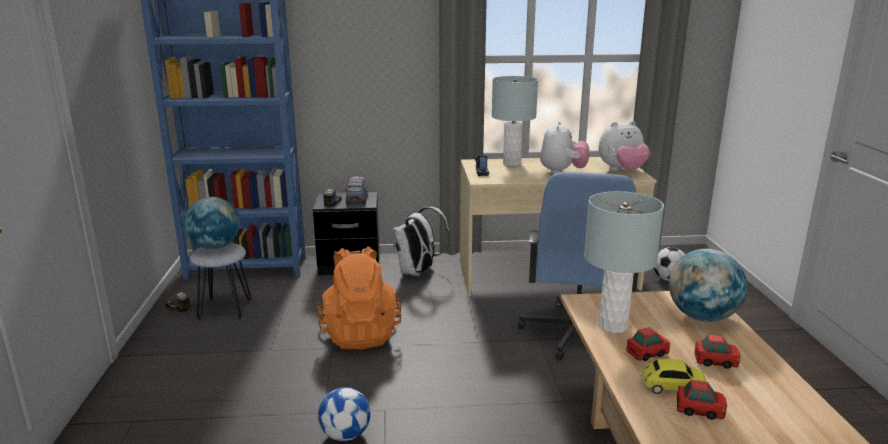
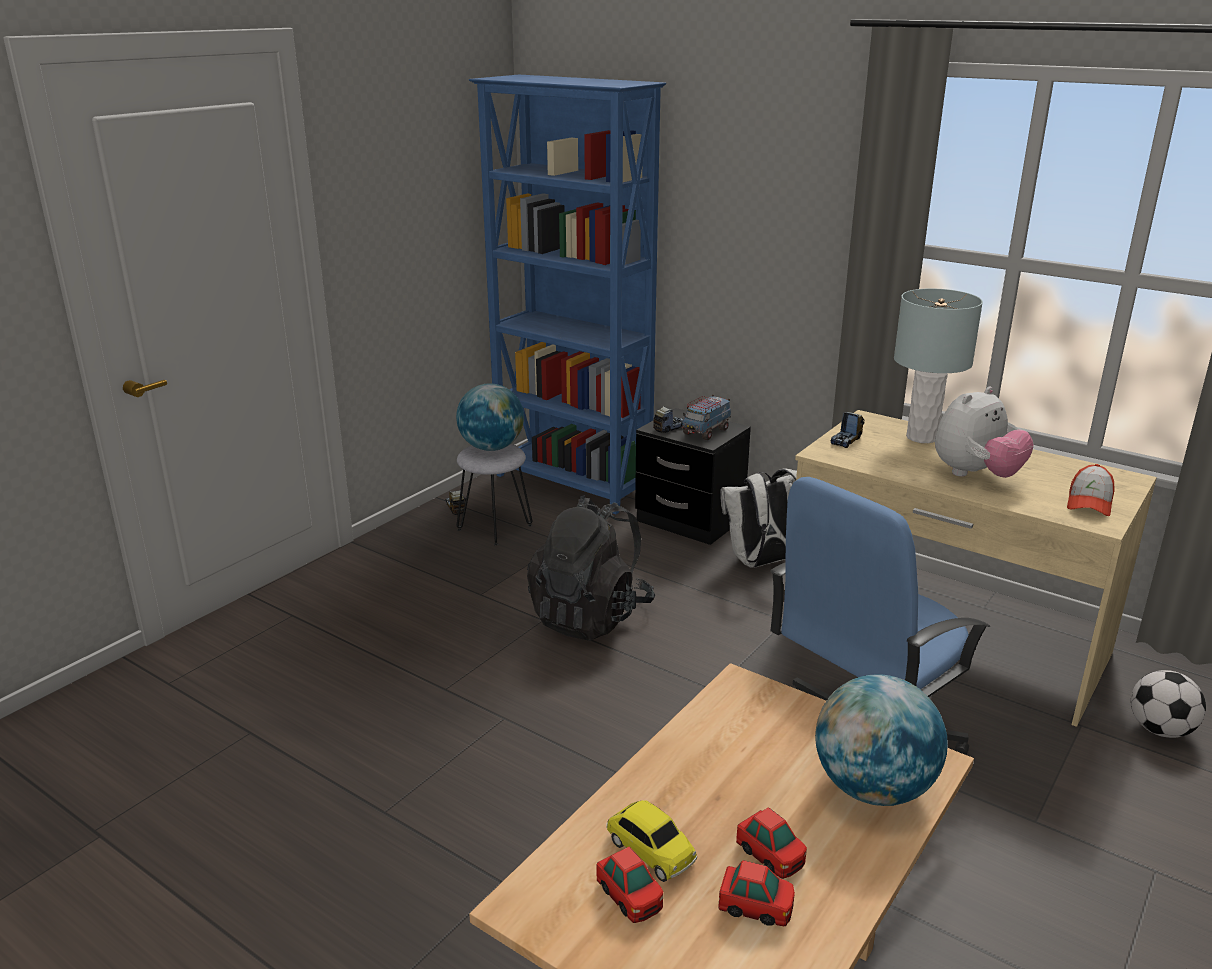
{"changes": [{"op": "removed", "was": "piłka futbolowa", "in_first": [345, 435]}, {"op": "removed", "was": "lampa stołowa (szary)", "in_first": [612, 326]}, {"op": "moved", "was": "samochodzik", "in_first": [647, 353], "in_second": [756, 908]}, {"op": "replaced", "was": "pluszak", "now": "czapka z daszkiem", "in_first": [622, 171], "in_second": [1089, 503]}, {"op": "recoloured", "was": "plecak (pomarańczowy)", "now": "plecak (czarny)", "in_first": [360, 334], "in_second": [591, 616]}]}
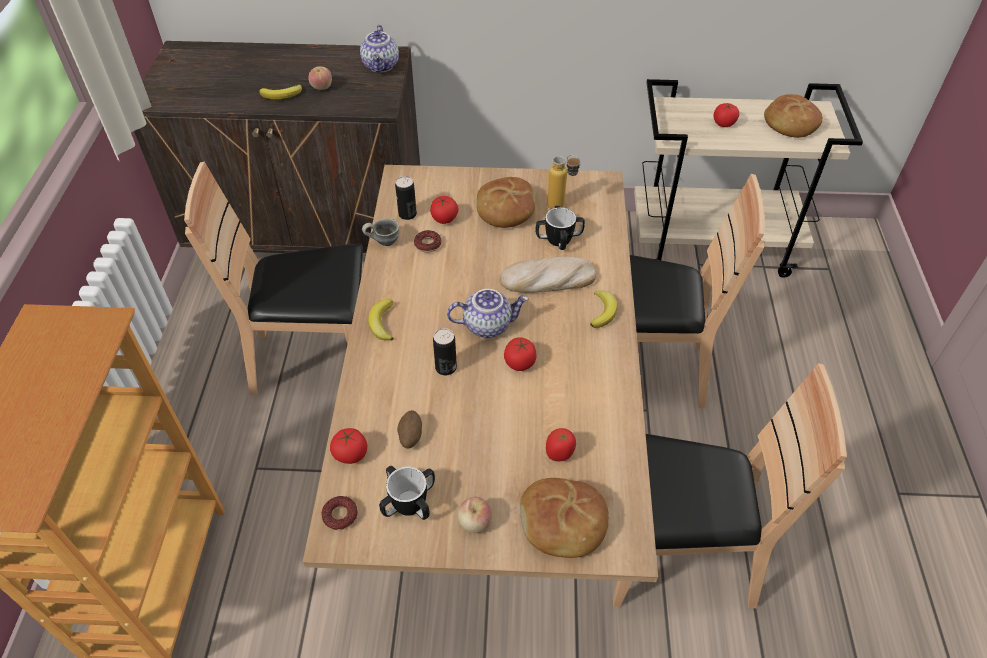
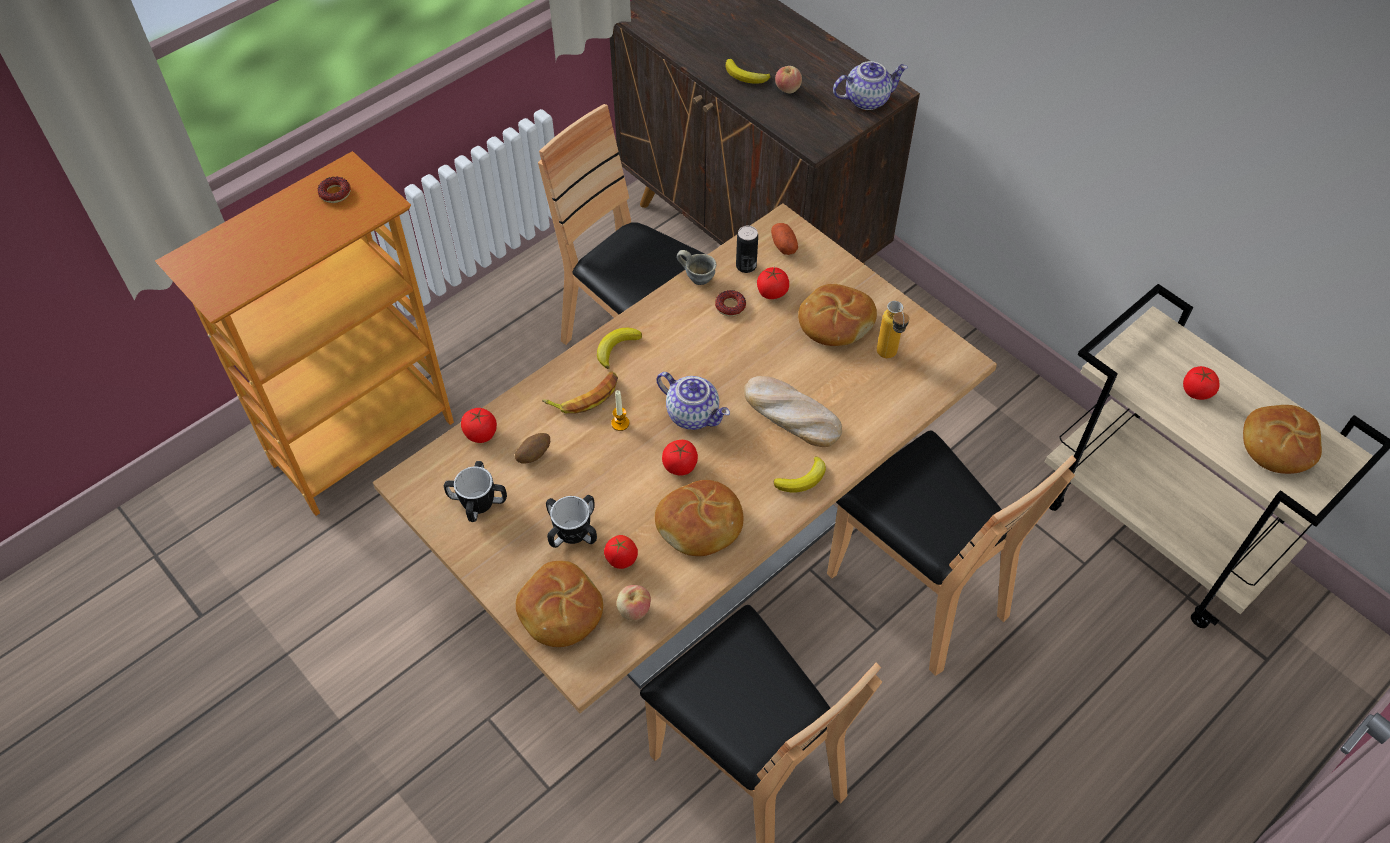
{"changes": [{"op": "added", "now": "banan", "in_second": [585, 396]}, {"op": "added", "now": "chleb", "in_second": [700, 525]}, {"op": "added", "now": "ziemniak", "in_second": [783, 245]}, {"op": "moved", "was": "donut", "in_first": [340, 515], "in_second": [335, 193]}, {"op": "moved", "was": "jabłko", "in_first": [475, 522], "in_second": [634, 610]}, {"op": "moved", "was": "kubek", "in_first": [559, 239], "in_second": [573, 532]}, {"op": "replaced", "was": "puszka", "now": "świeca", "in_first": [446, 367], "in_second": [620, 423]}, {"op": "turned", "was": "imbryk", "in_first": [382, 66], "in_second": [867, 99], "clockwise": -150}]}
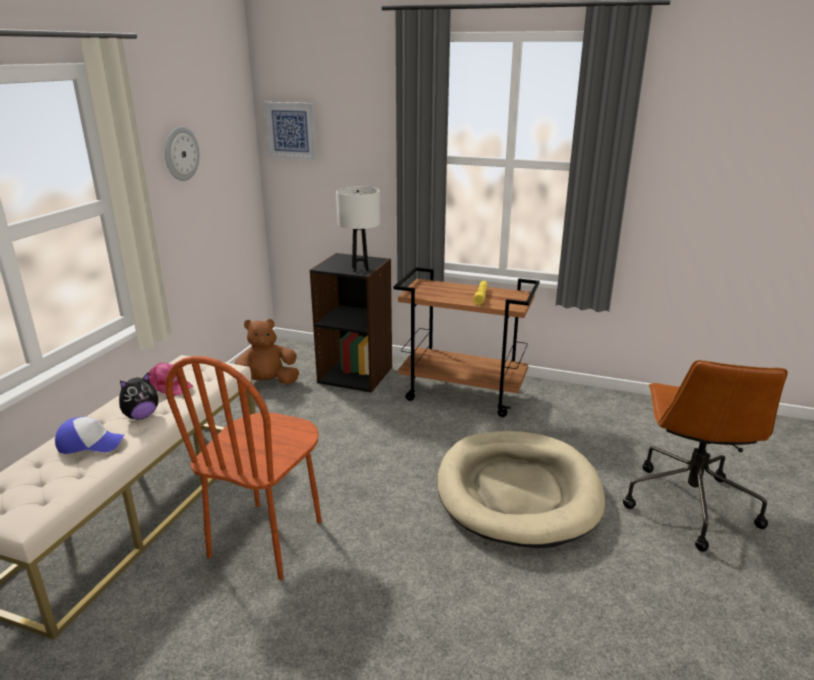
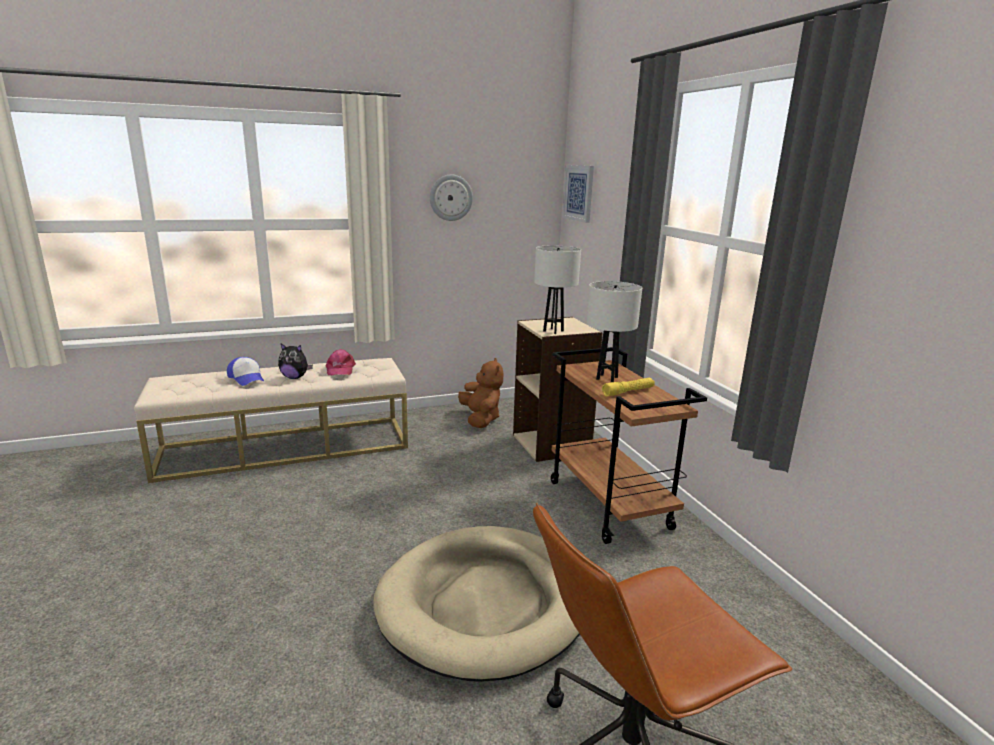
{"changes": [{"op": "removed", "was": "krzesło (brązowy)", "in_first": [267, 539]}, {"op": "added", "now": "lampa stołowa (biały)", "in_second": [606, 378]}, {"op": "recoloured", "was": "regał (czarny)", "now": "regał (beżowy)", "in_first": [356, 374], "in_second": [552, 444]}, {"op": "turned", "was": "pluszak (brązowy)", "in_first": [266, 383], "in_second": [480, 419], "clockwise": 45}]}
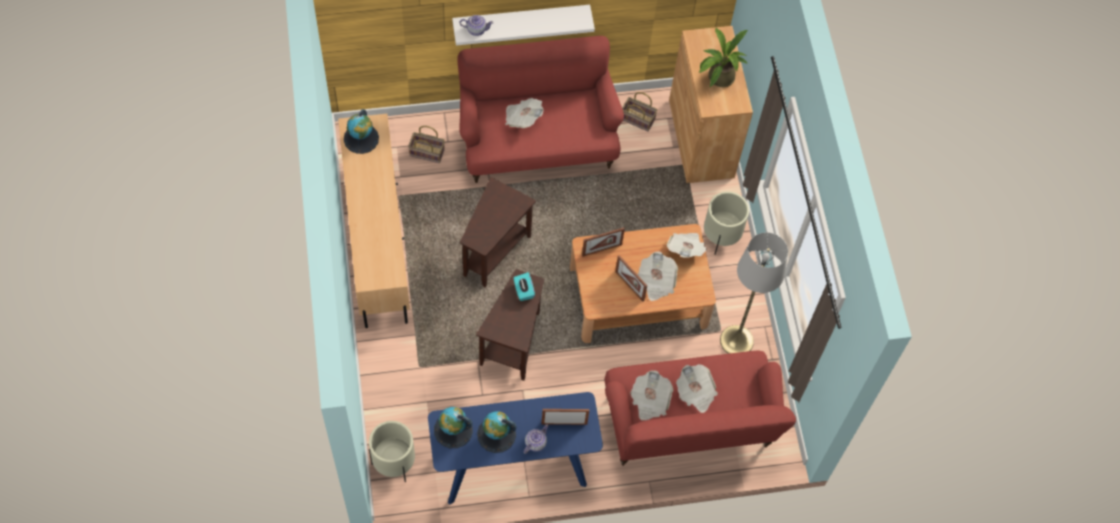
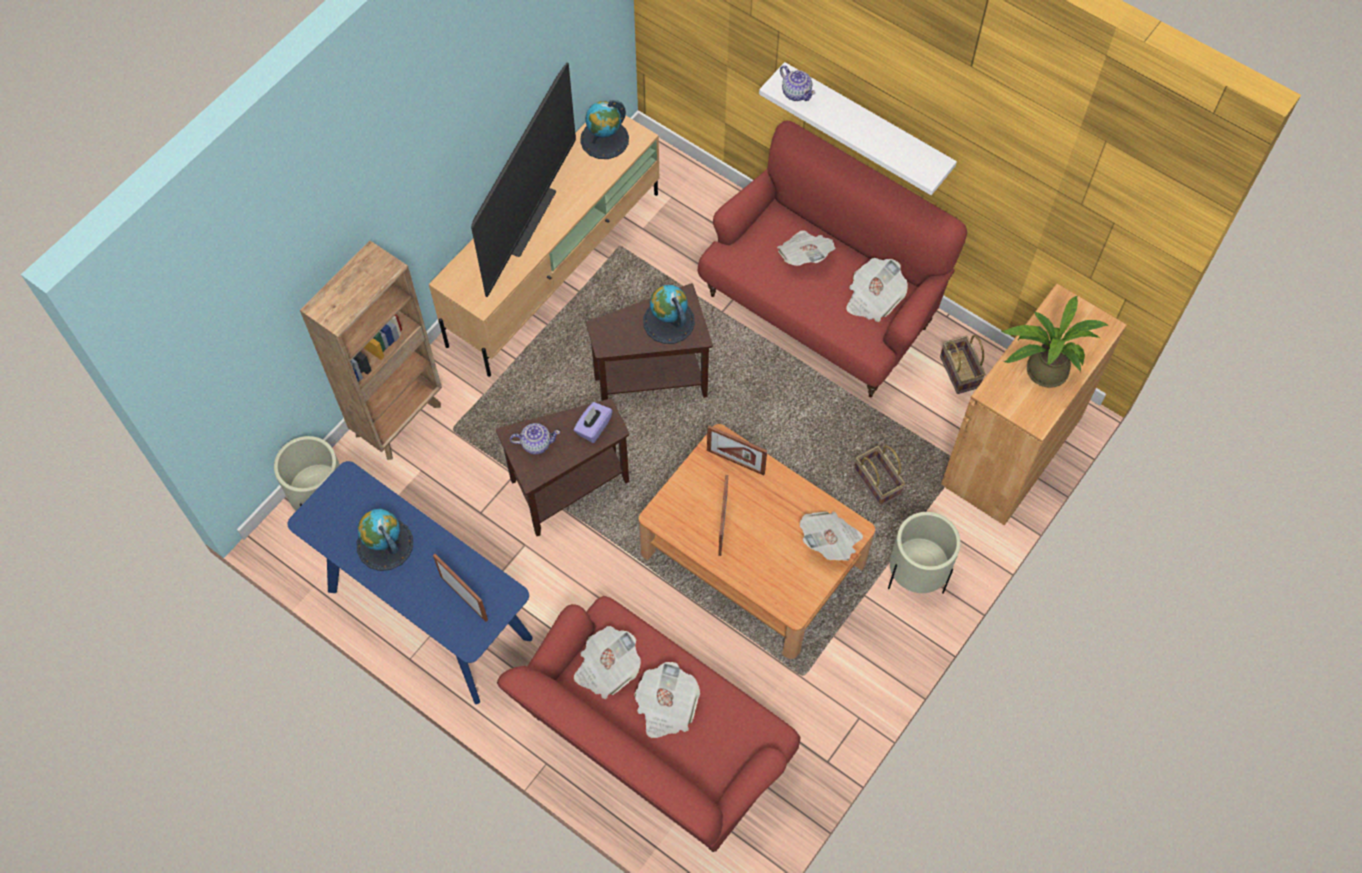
{"changes": [{"op": "removed", "was": "lampa stojąca (szary)", "in_first": [736, 340]}, {"op": "added", "now": "regał (brązowy)", "in_second": [400, 418]}, {"op": "added", "now": "telewizor", "in_second": [530, 221]}, {"op": "moved", "was": "koszyk", "in_first": [428, 152], "in_second": [878, 483]}, {"op": "moved", "was": "globus", "in_first": [453, 430], "in_second": [668, 321]}, {"op": "moved", "was": "imbryk", "in_first": [535, 443], "in_second": [535, 443]}, {"op": "moved", "was": "gazeta", "in_first": [656, 282], "in_second": [873, 298]}, {"op": "recoloured", "was": "pudełko chusteczek (turkusowy)", "now": "pudełko chusteczek (fioletowy)", "in_first": [523, 291], "in_second": [593, 427]}]}
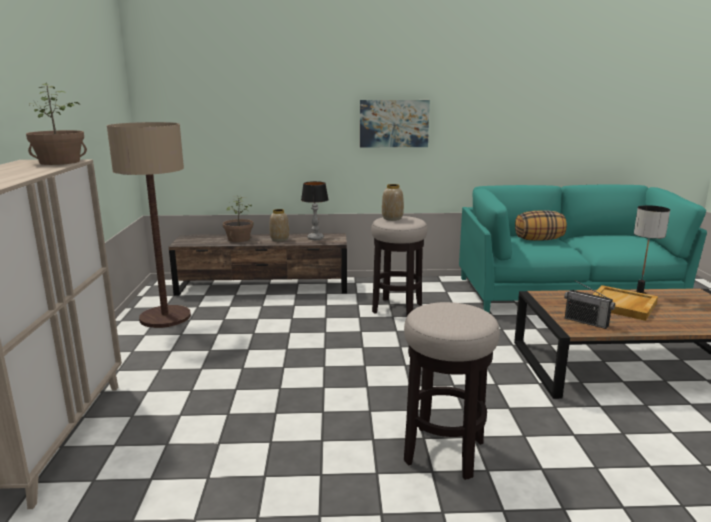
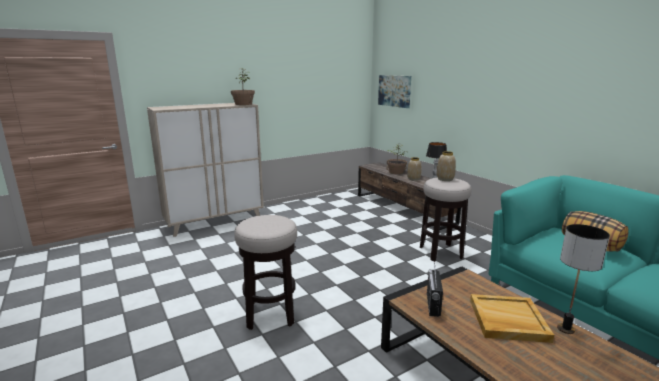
{"changes": [{"op": "removed", "was": "lampa stojąca", "in_first": [165, 317]}, {"op": "moved", "was": "obraz", "in_first": [394, 123], "in_second": [394, 91]}]}
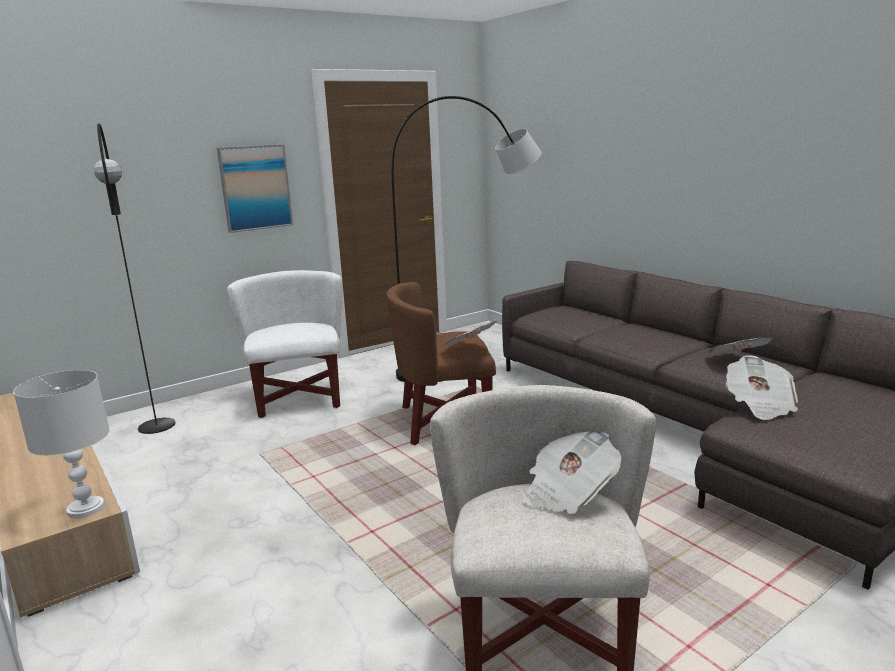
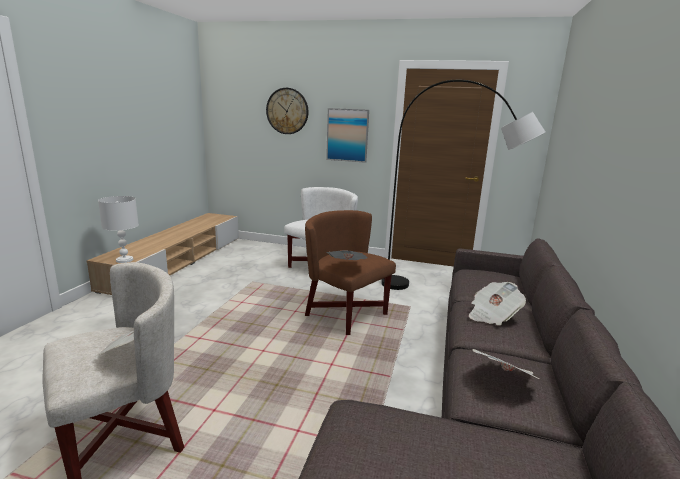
{"changes": [{"op": "removed", "was": "lampa stojąca (czarny)", "in_first": [157, 426]}, {"op": "added", "now": "zegar ścienny", "in_second": [287, 111]}, {"op": "moved", "was": "gazeta", "in_first": [759, 405], "in_second": [492, 315]}]}
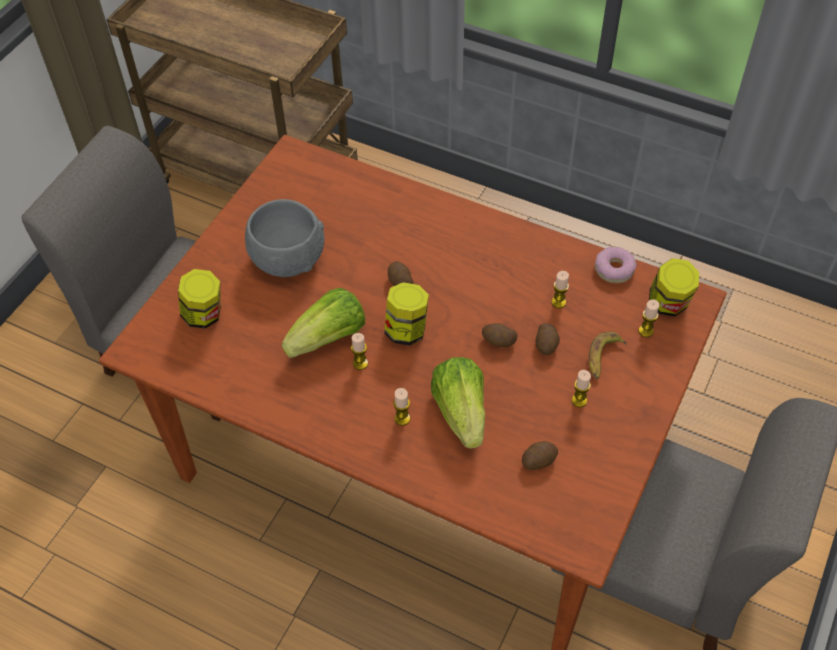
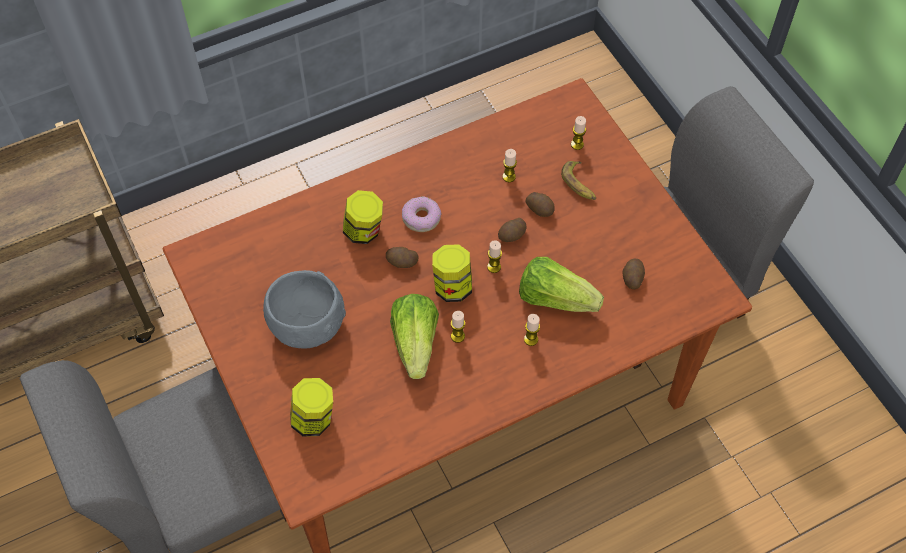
{"changes": [{"op": "moved", "was": "świeca", "in_first": [579, 400], "in_second": [494, 267]}, {"op": "moved", "was": "donut", "in_first": [614, 269], "in_second": [421, 218]}, {"op": "moved", "was": "słoik", "in_first": [668, 304], "in_second": [364, 231]}]}
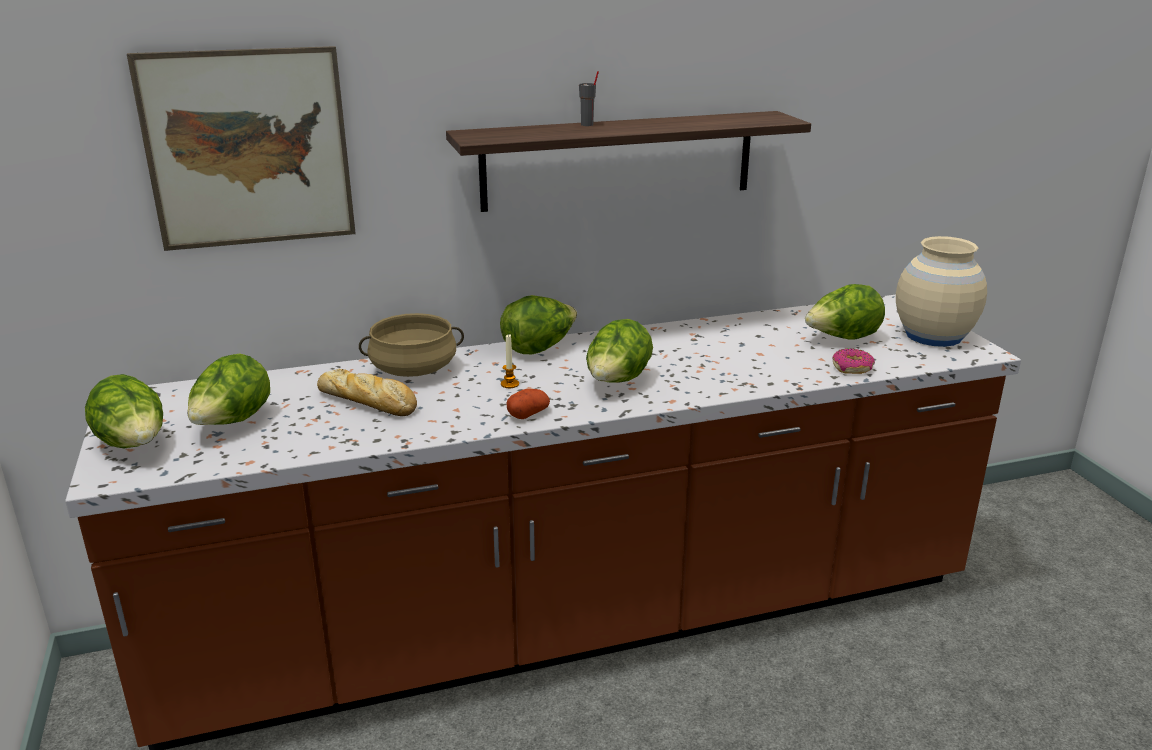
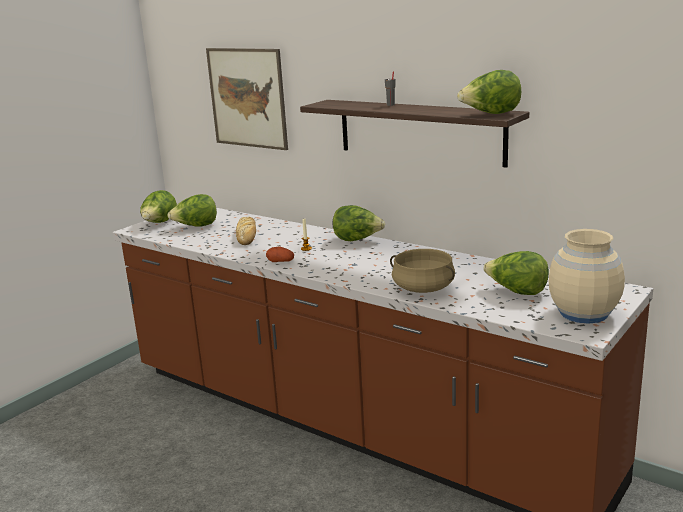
{"changes": [{"op": "removed", "was": "donut", "in_first": [852, 368]}, {"op": "moved", "was": "garnek (beżowy)", "in_first": [413, 370], "in_second": [423, 288]}, {"op": "moved", "was": "sałata", "in_first": [617, 382], "in_second": [490, 114]}]}
